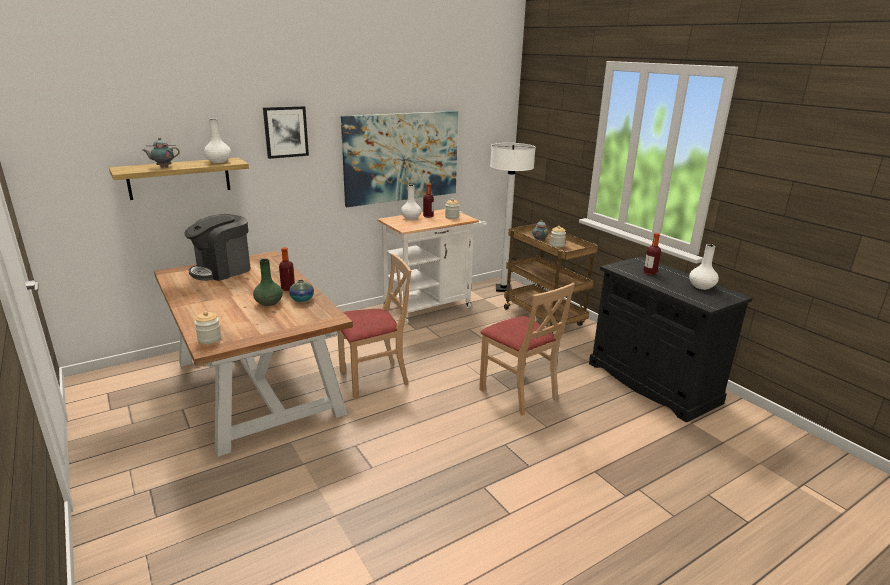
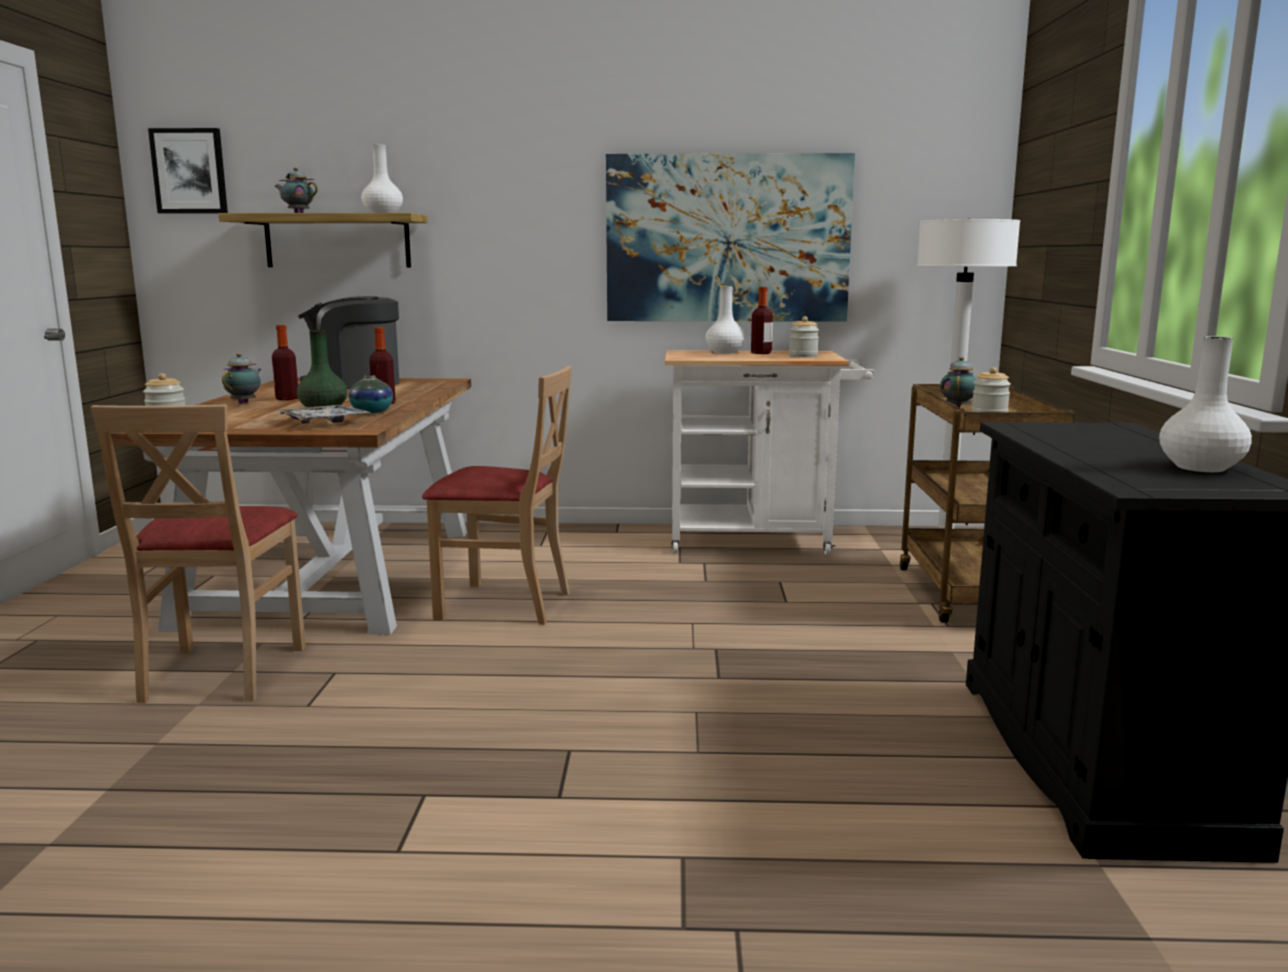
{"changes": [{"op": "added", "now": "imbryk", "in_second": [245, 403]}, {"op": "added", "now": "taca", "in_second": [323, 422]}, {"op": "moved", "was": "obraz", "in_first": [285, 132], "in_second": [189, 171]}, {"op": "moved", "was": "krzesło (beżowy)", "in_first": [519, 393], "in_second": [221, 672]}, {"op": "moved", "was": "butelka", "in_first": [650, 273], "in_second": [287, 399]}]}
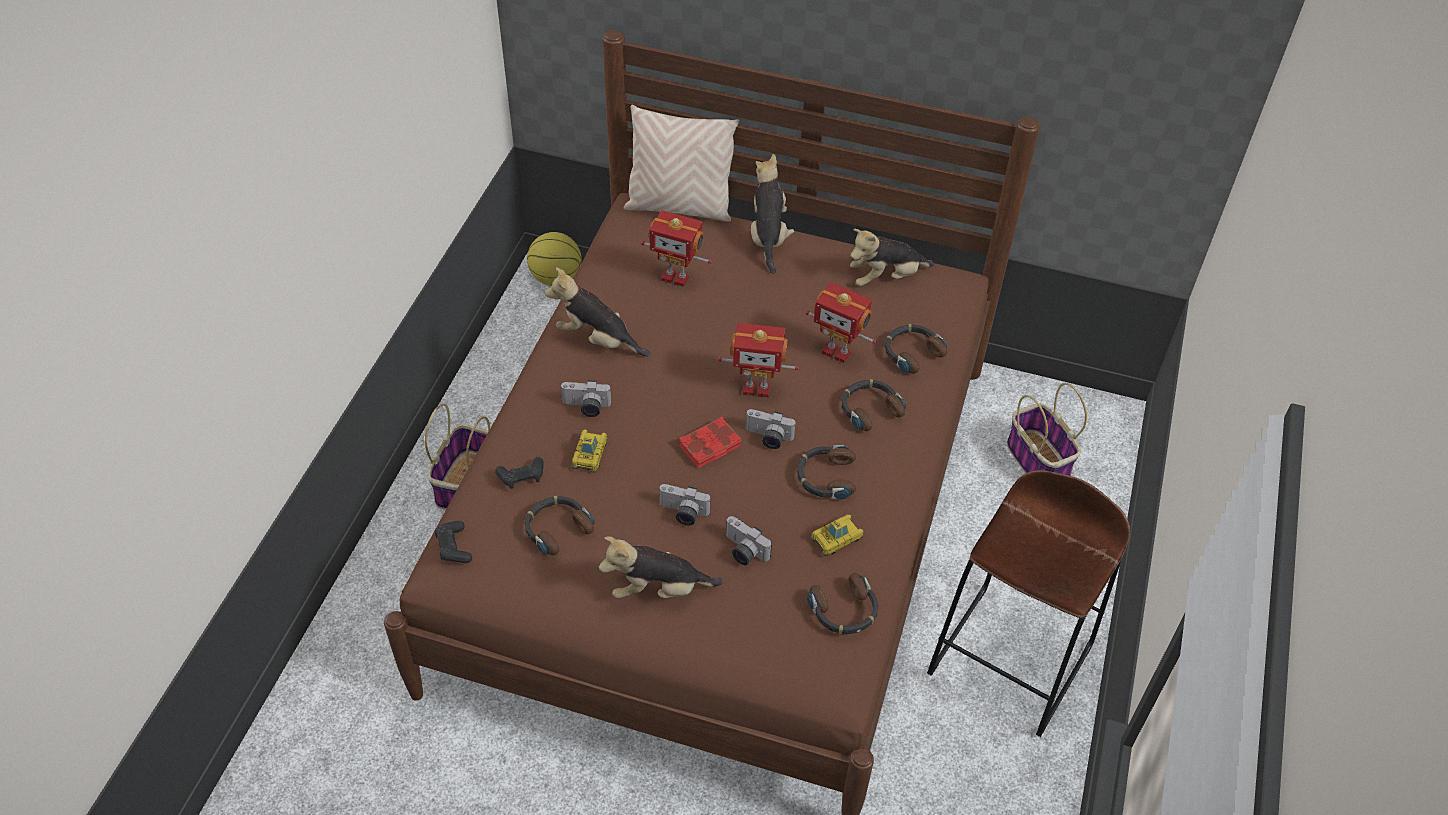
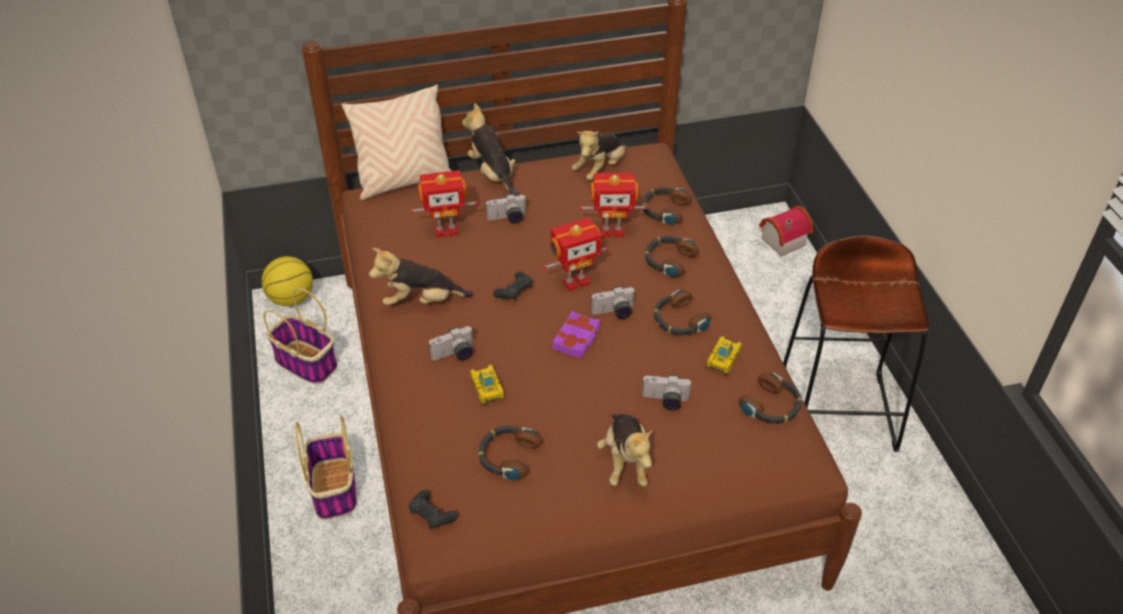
{"changes": [{"op": "added", "now": "domek", "in_second": [780, 241]}, {"op": "moved", "was": "pad do gier (czarny)", "in_first": [522, 477], "in_second": [514, 291]}, {"op": "moved", "was": "aparat fotograficzny", "in_first": [682, 513], "in_second": [508, 219]}, {"op": "moved", "was": "koszyk", "in_first": [1039, 461], "in_second": [307, 363]}, {"op": "recoloured", "was": "książka (czerwony)", "now": "książka (fioletowy)", "in_first": [710, 446], "in_second": [577, 338]}, {"op": "turned", "was": "pluszak", "in_first": [658, 589], "in_second": [625, 461], "clockwise": -60}]}
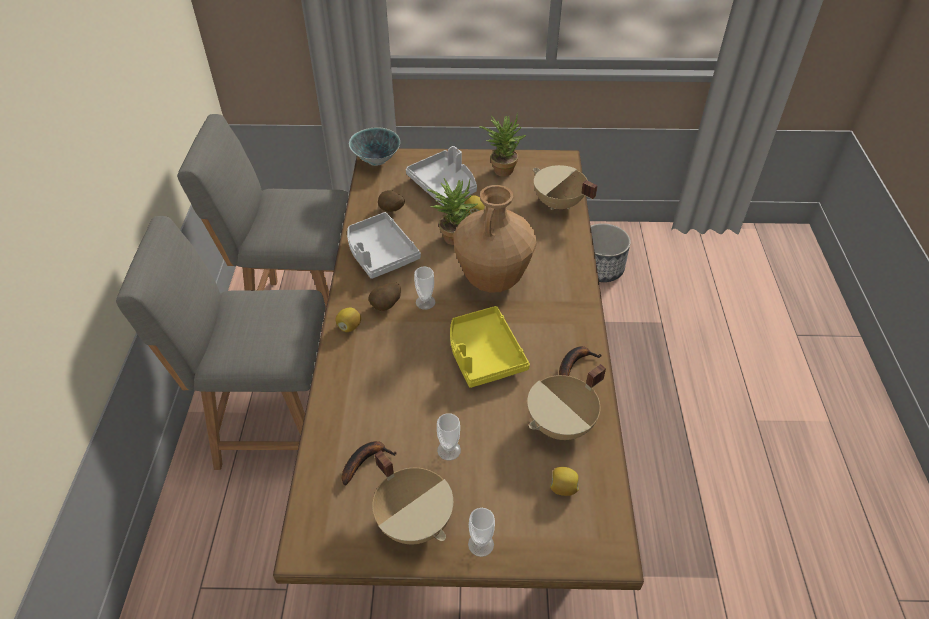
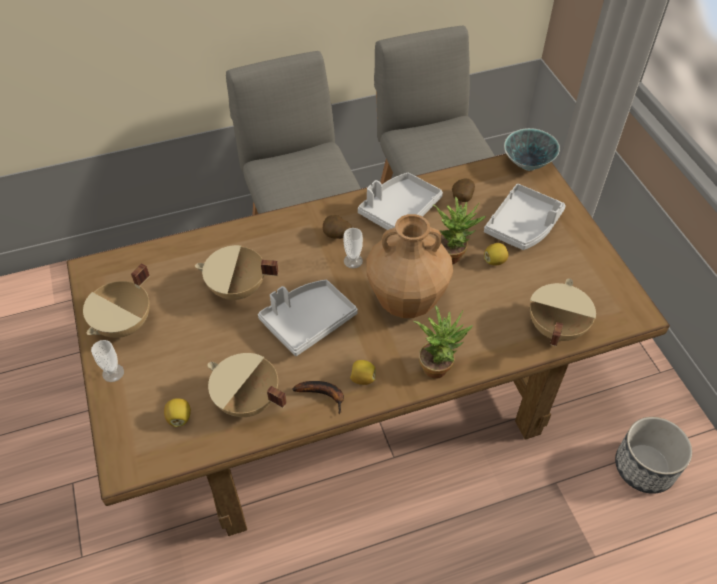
{"changes": [{"op": "removed", "was": "banan", "in_first": [365, 461]}, {"op": "removed", "was": "filiżanka", "in_first": [449, 450]}, {"op": "added", "now": "garnek (beżowy)", "in_second": [237, 289]}, {"op": "moved", "was": "cytryna", "in_first": [349, 327], "in_second": [362, 378]}, {"op": "moved", "was": "roślina doniczkowa", "in_first": [501, 168], "in_second": [438, 365]}, {"op": "recoloured", "was": "taca (żółty)", "now": "taca (szary)", "in_first": [483, 354], "in_second": [307, 321]}]}
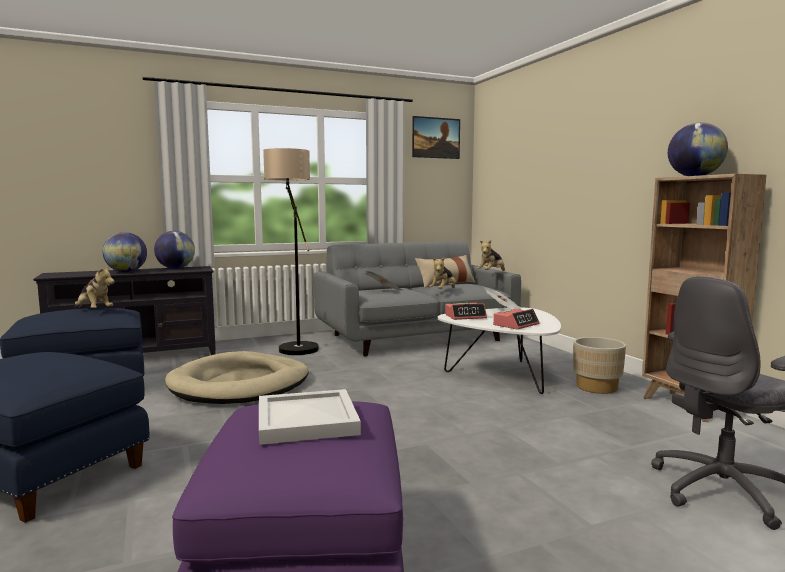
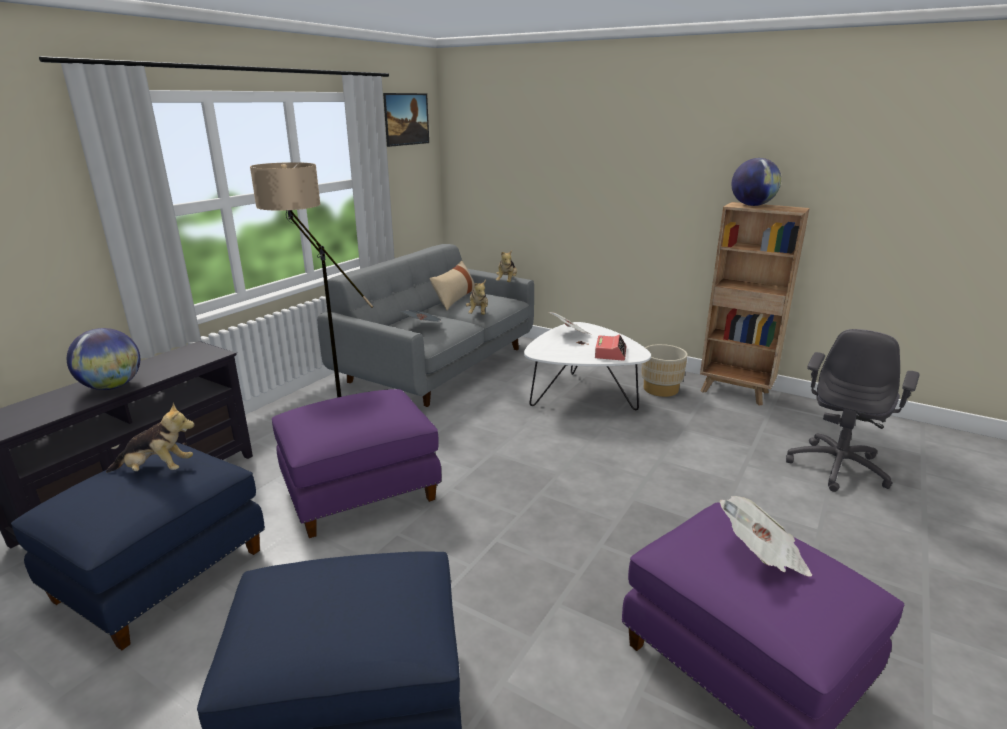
{"changes": [{"op": "removed", "was": "globus", "in_first": [175, 268]}, {"op": "removed", "was": "budzik", "in_first": [465, 316]}, {"op": "replaced", "was": "legowisko (beżowy)", "now": "pufa (fioletowy)", "in_first": [240, 384], "in_second": [361, 491]}, {"op": "replaced", "was": "taca (biały)", "now": "gazeta", "in_first": [308, 421], "in_second": [762, 555]}]}
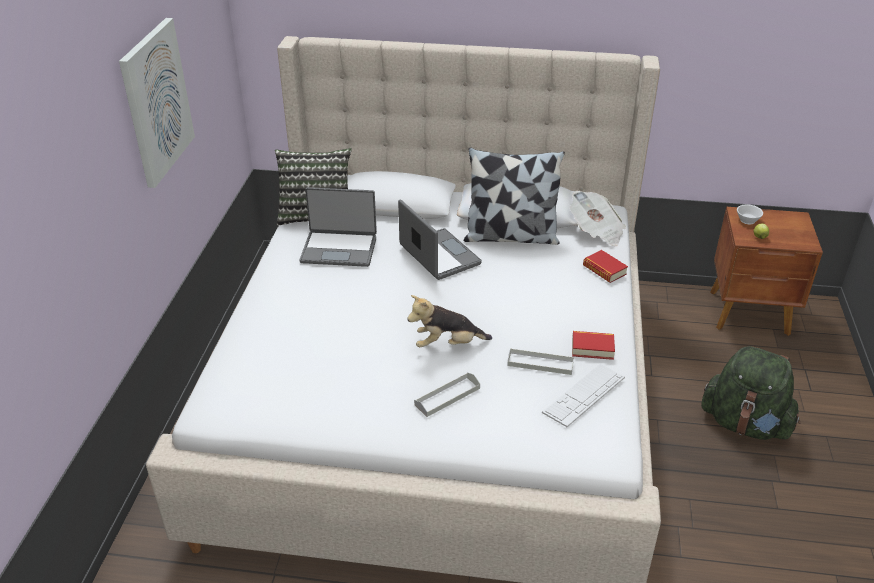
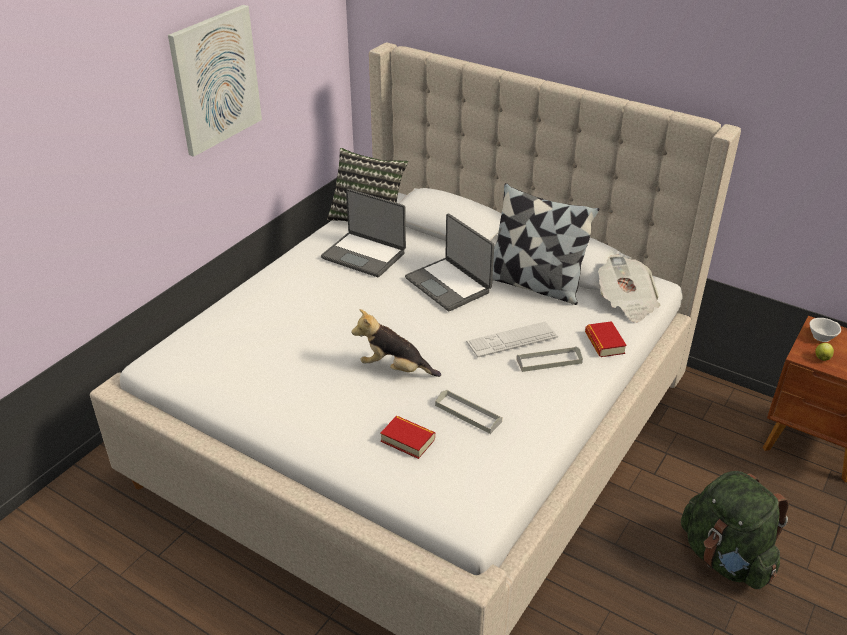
{"changes": [{"op": "moved", "was": "taca (szary)", "in_first": [447, 396], "in_second": [549, 361]}, {"op": "moved", "was": "klawiatura", "in_first": [584, 395], "in_second": [512, 340]}, {"op": "moved", "was": "książka", "in_first": [592, 348], "in_second": [408, 440]}, {"op": "turned", "was": "laptop", "in_first": [438, 256], "in_second": [449, 285], "clockwise": 150}]}
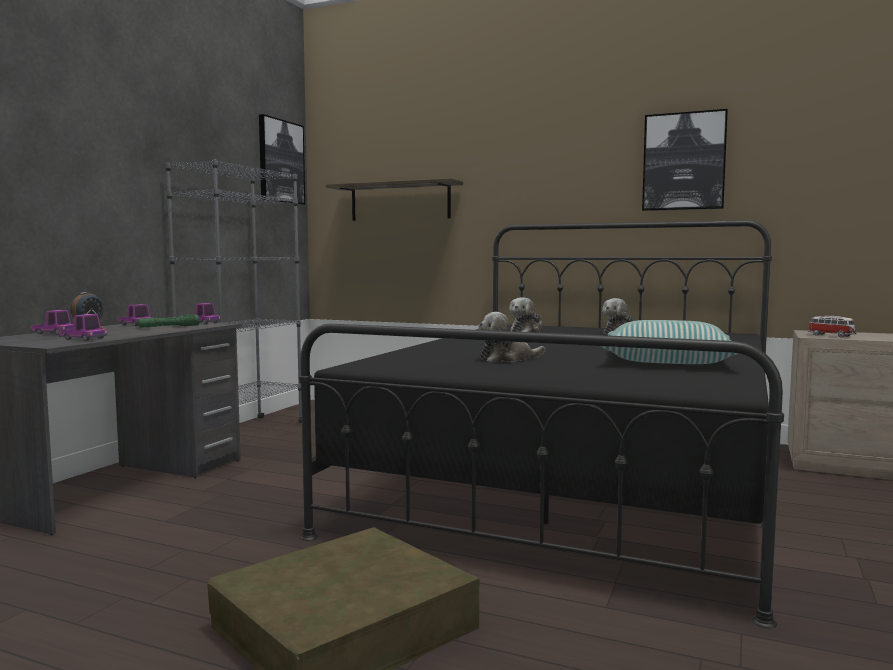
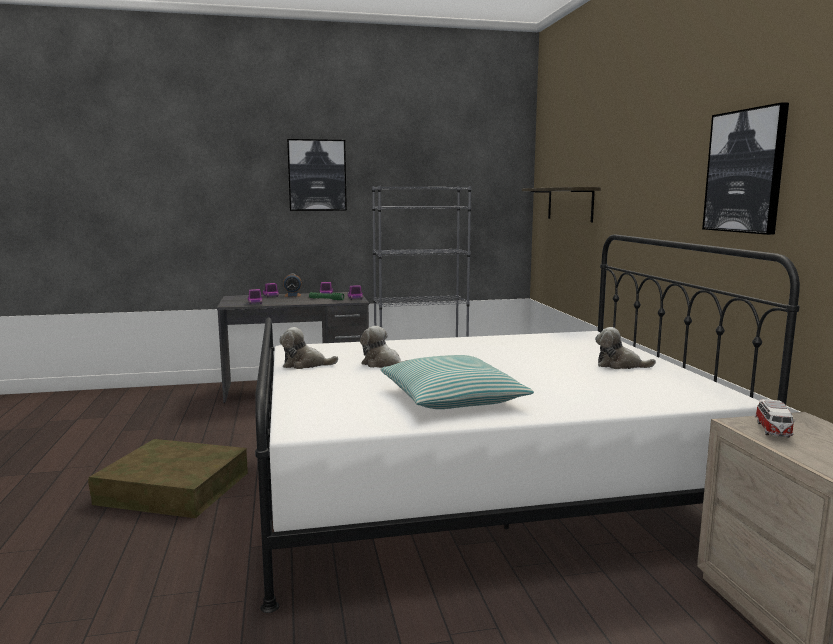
{"changes": [{"op": "moved", "was": "obraz", "in_first": [280, 162], "in_second": [317, 175]}, {"op": "moved", "was": "pluszak", "in_first": [526, 332], "in_second": [305, 365]}, {"op": "recoloured", "was": "łóżko (czarny)", "now": "łóżko (biały)", "in_first": [577, 482], "in_second": [479, 487]}]}
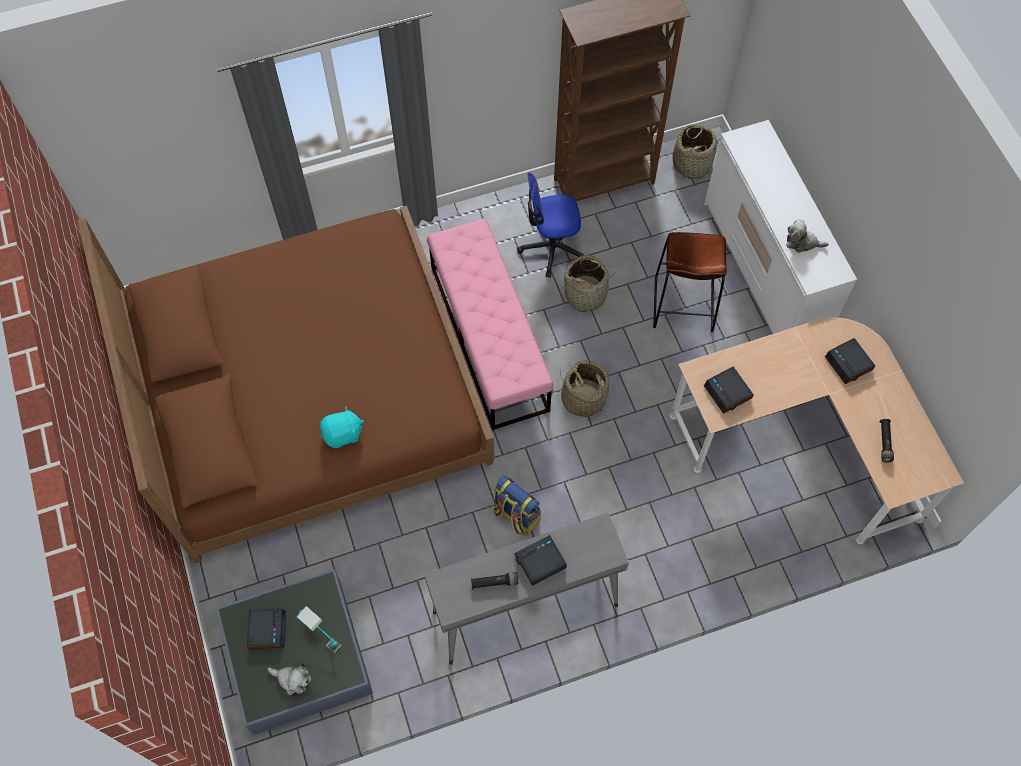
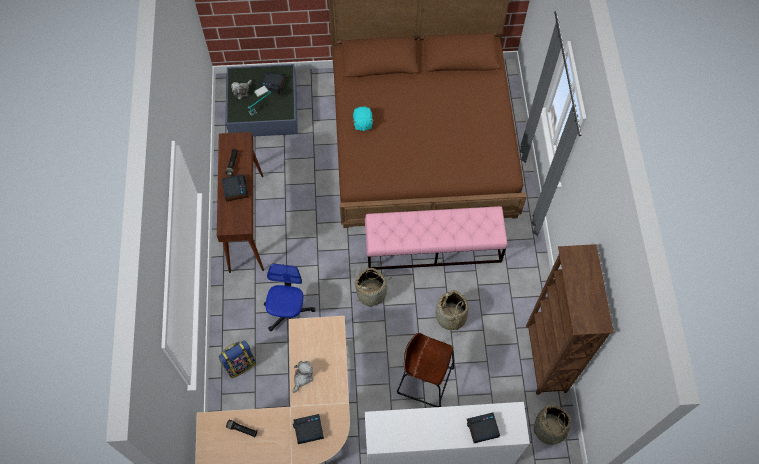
{"changes": [{"op": "moved", "was": "plecak", "in_first": [516, 515], "in_second": [239, 363]}, {"op": "moved", "was": "krzesło biurowe", "in_first": [551, 247], "in_second": [288, 313]}, {"op": "moved", "was": "budzik", "in_first": [728, 392], "in_second": [482, 428]}, {"op": "moved", "was": "pluszak", "in_first": [802, 242], "in_second": [302, 377]}, {"op": "recoloured", "was": "stolik konsolowy (szary)", "now": "stolik konsolowy (brązowy)", "in_first": [524, 609], "in_second": [246, 222]}]}
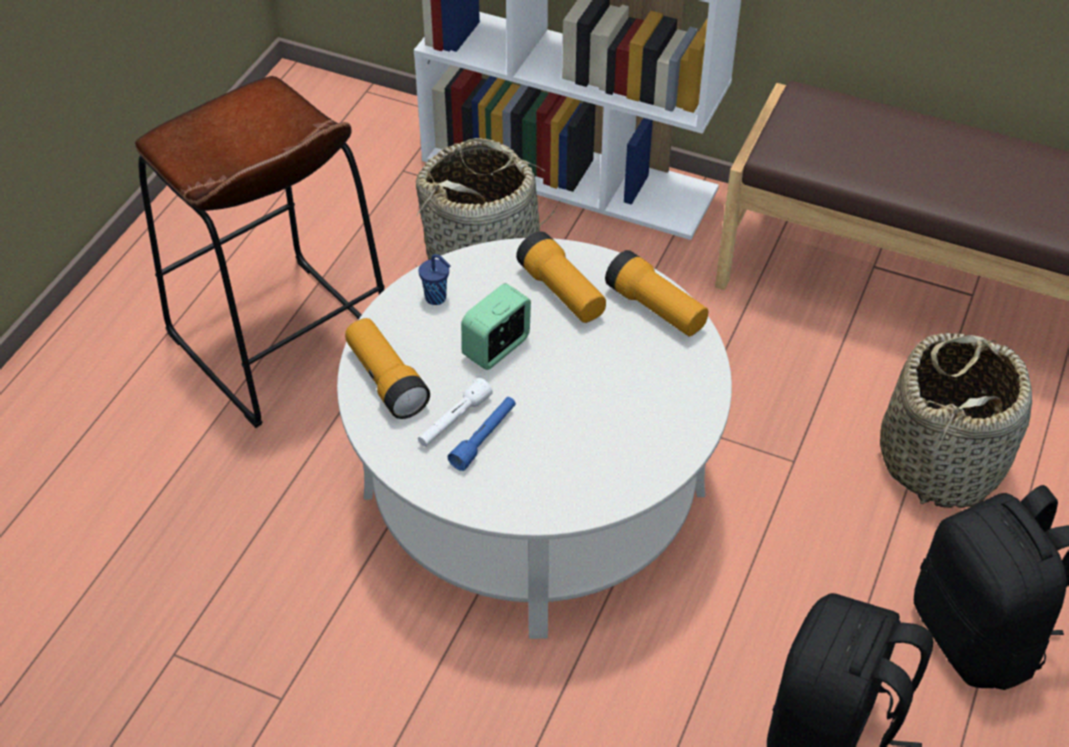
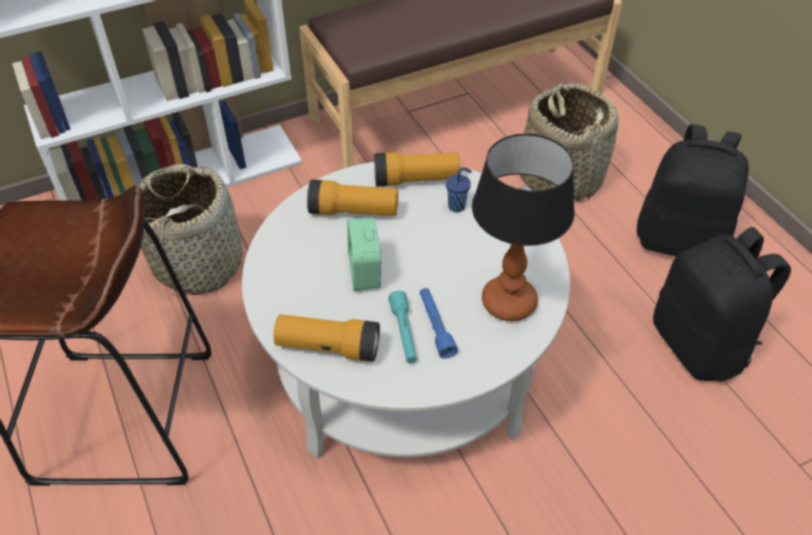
{"changes": [{"op": "added", "now": "lampa stołowa", "in_second": [509, 301]}, {"op": "moved", "was": "filiżanka (niebieski)", "in_first": [437, 298], "in_second": [457, 206]}, {"op": "recoloured", "was": "latarka (biały)", "now": "latarka (turkusowy)", "in_first": [454, 420], "in_second": [404, 333]}]}
